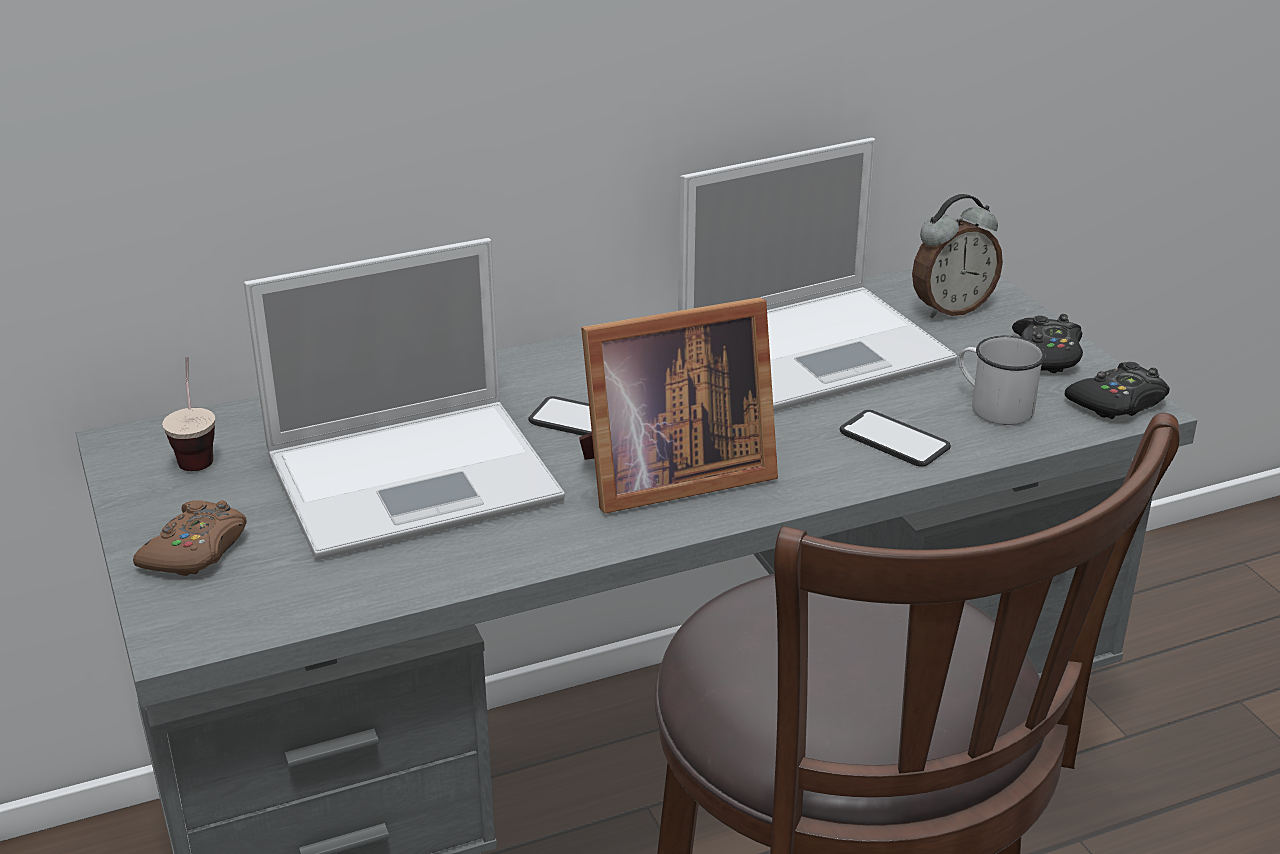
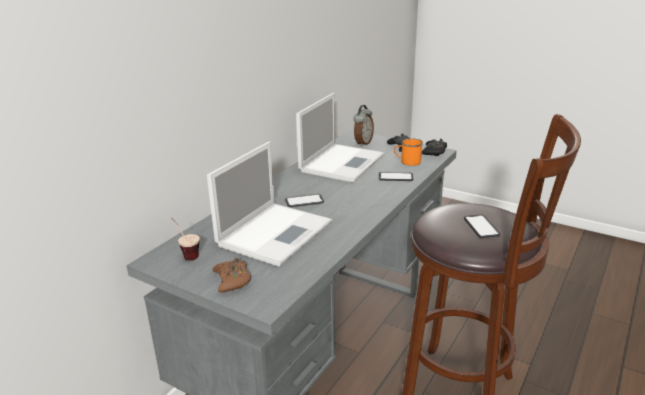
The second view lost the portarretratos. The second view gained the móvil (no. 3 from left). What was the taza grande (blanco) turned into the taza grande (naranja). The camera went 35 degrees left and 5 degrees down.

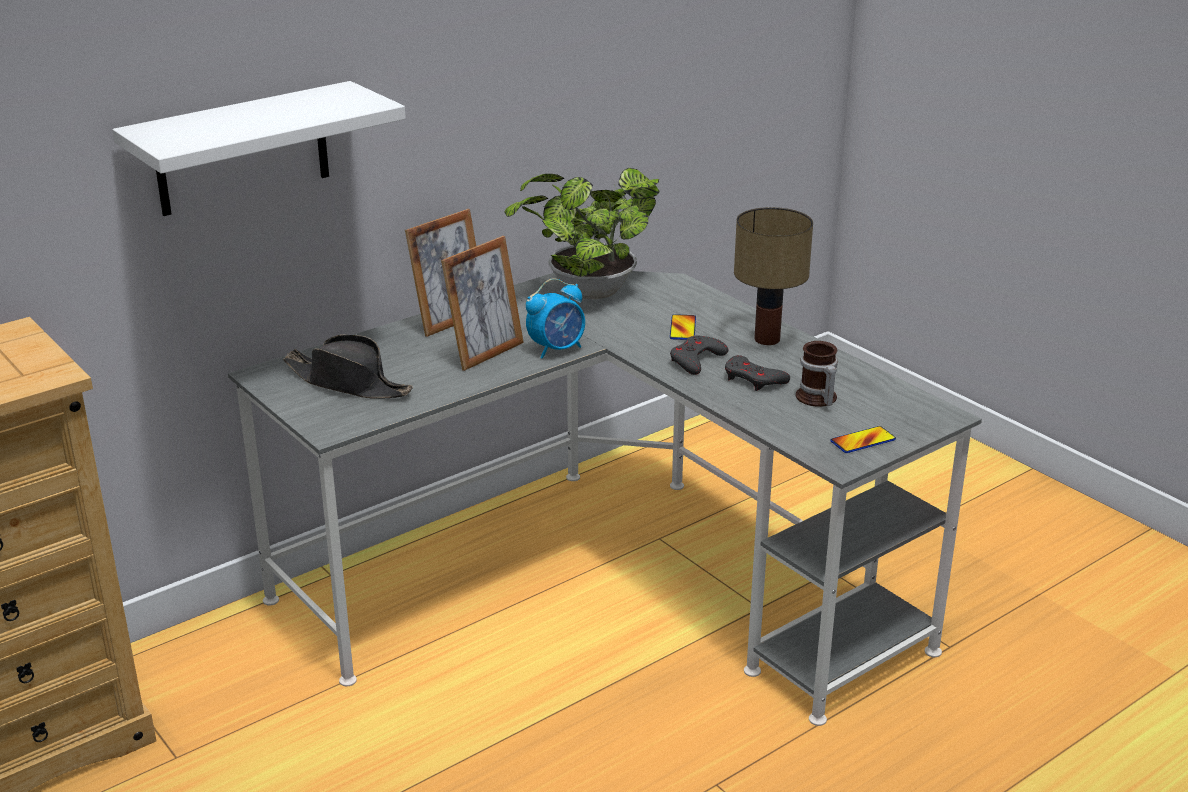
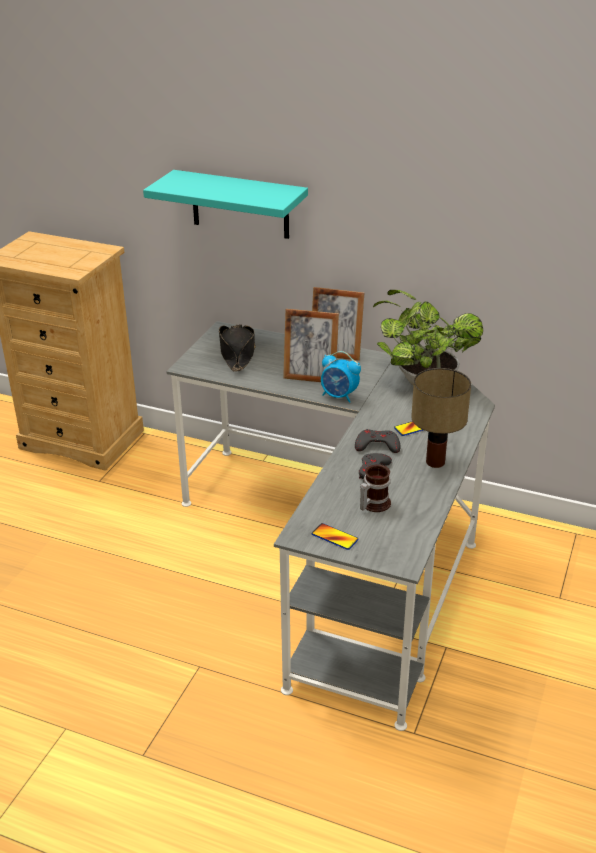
What was the estante (blanco) turned into the estante (turquesa). The camera went 60 degrees right and 5 degrees up.

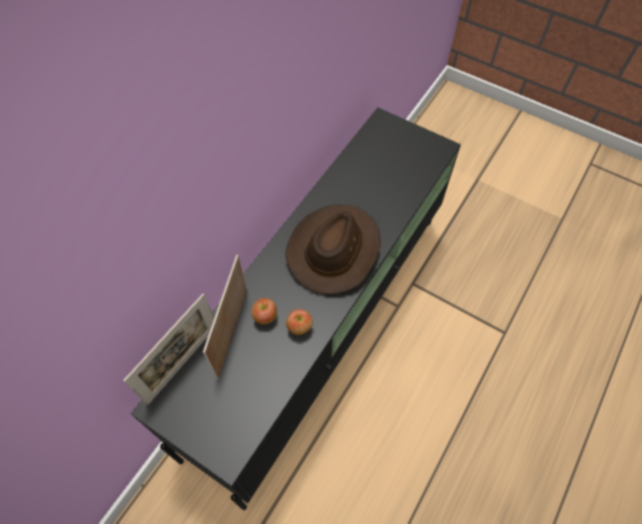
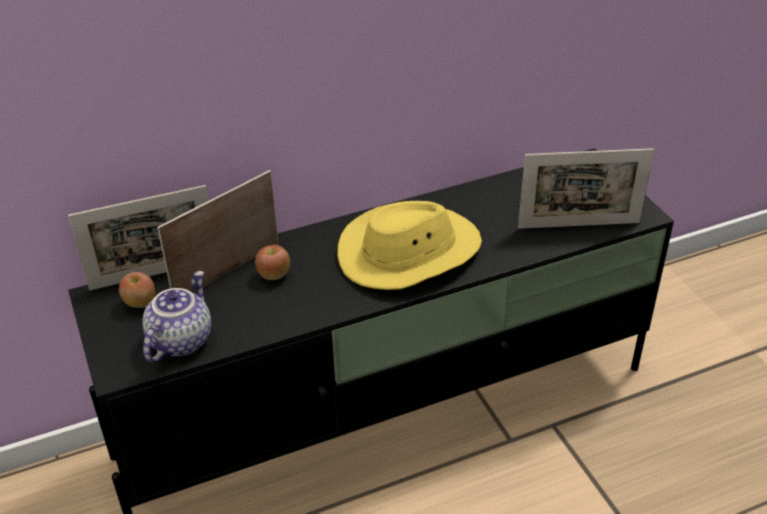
The second view gained the tetera. The second view gained the portarretratos (no. 3 from left). The manzana (no. 2 from left in the first image) ended up elsewhere. What was the sombrero (marrón) turned into the sombrero (amarillo). The camera went 35 degrees right and 20 degrees down.

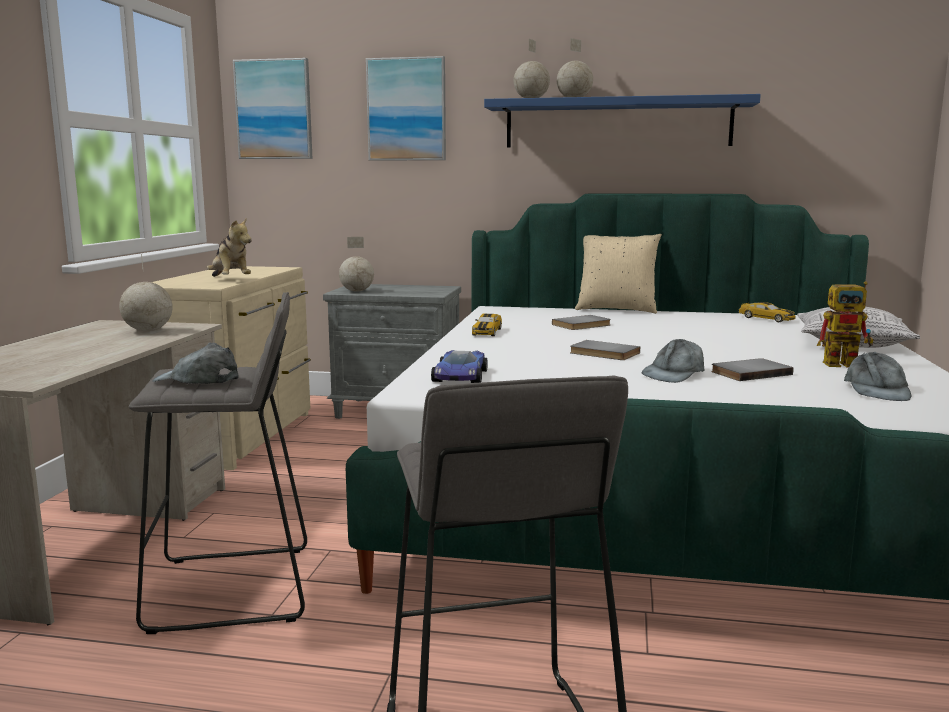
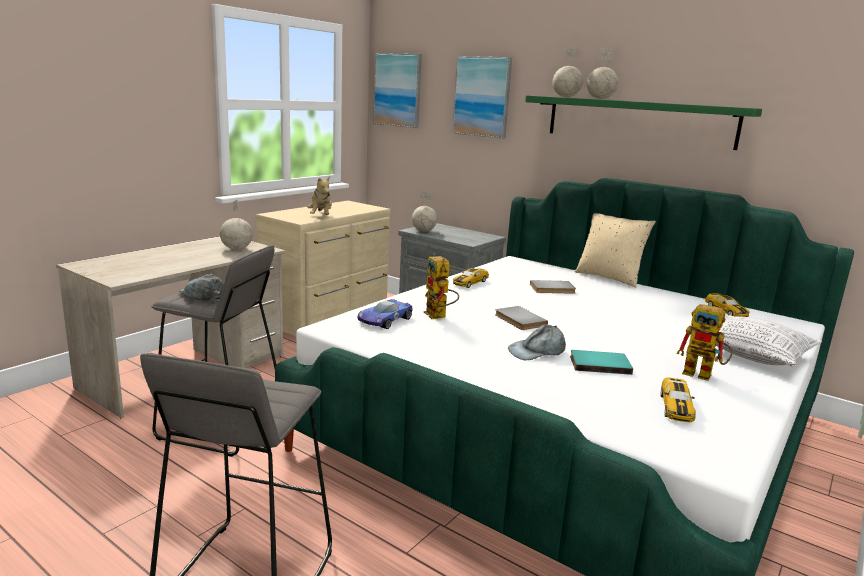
The second view gained the robot de juguete (no. 1 from left). Where the gorra (gris) (no. 3 from left) stood, the coche de juguete (no. 3 from left) came to stand. What was the estante (azul) turned into the estante (verde). What was the libro (gris) (no. 3 from left) turned into the libro (turquesa). The camera went 25 degrees right and 5 degrees up.

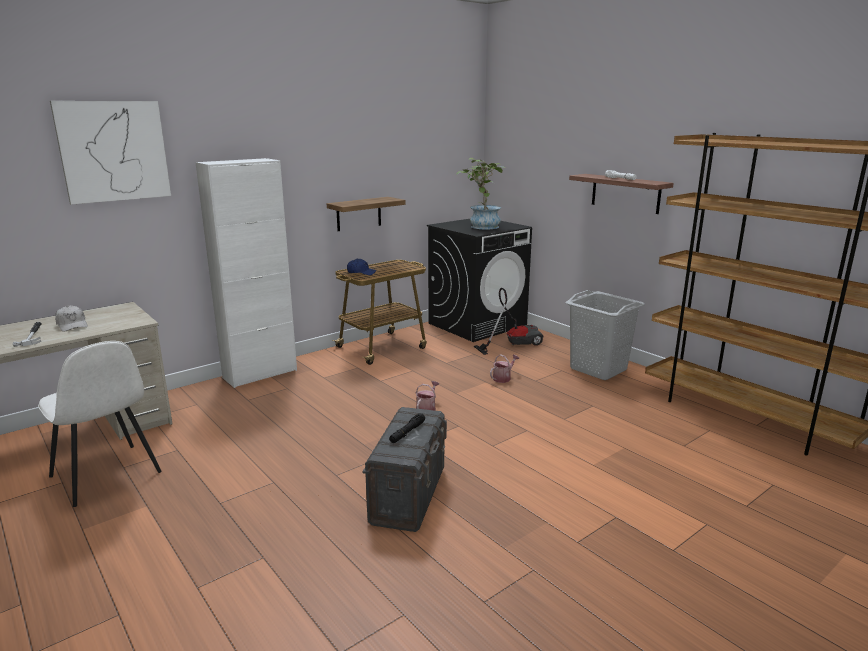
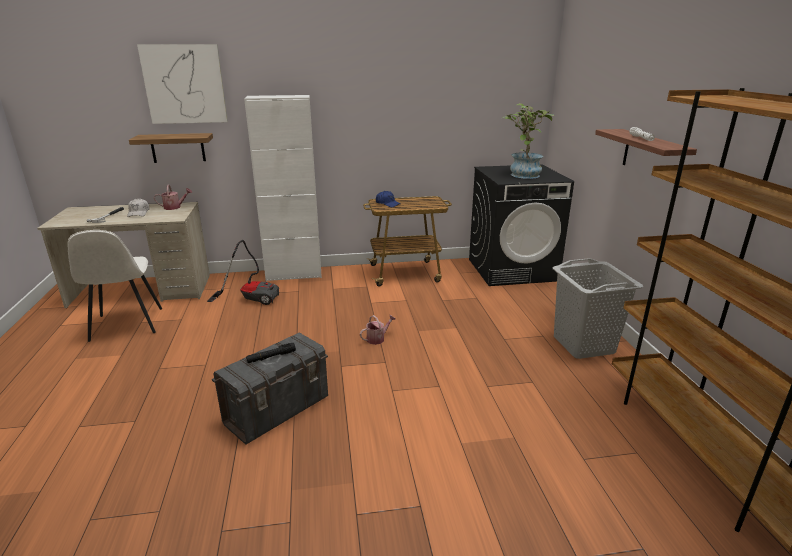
The estante (no. 1 from left) ended up elsewhere. The aspiradora ended up elsewhere. The regadera (no. 2 from left in the first image) ended up elsewhere. The camera went 30 degrees right and 5 degrees up.

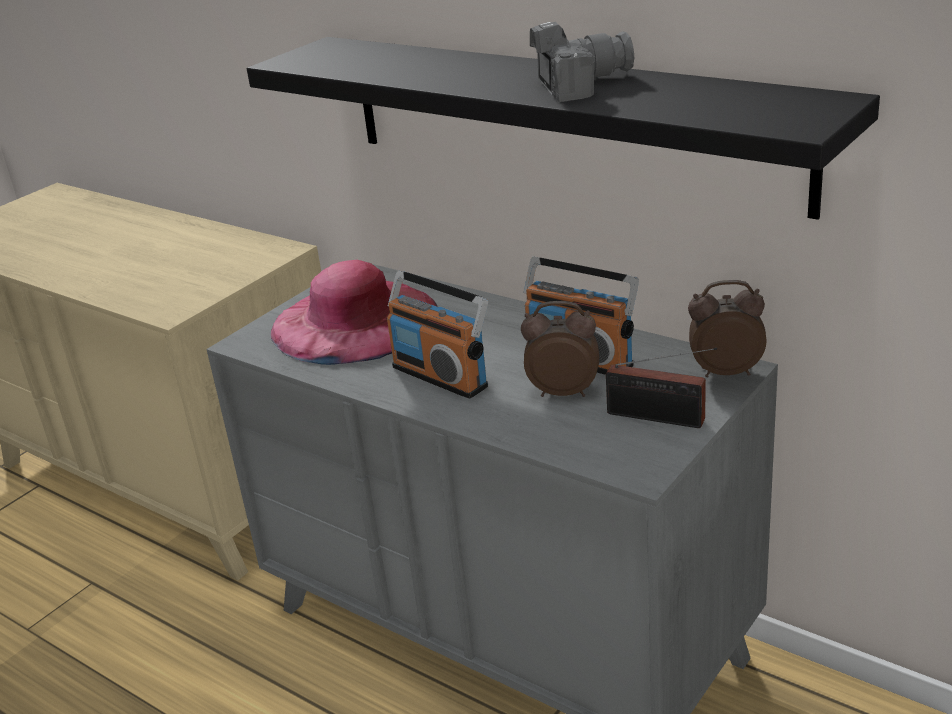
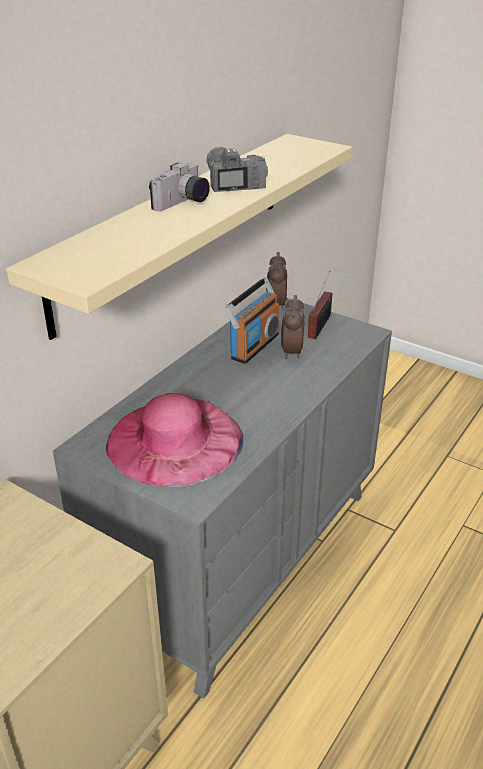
The second view lost the radio (no. 1 from left). The second view gained the cámara (no. 1 from left). What was the estante (negro) turned into the estante (beis). The camera went 95 degrees left and 5 degrees up.

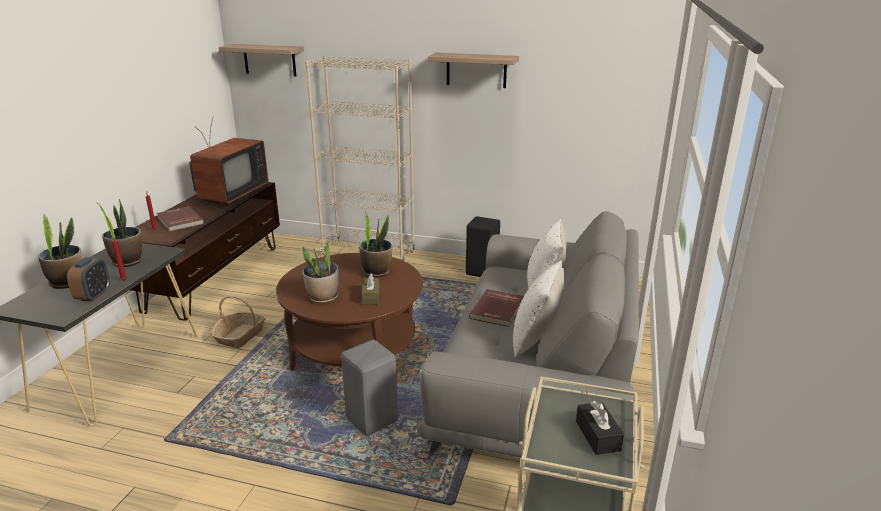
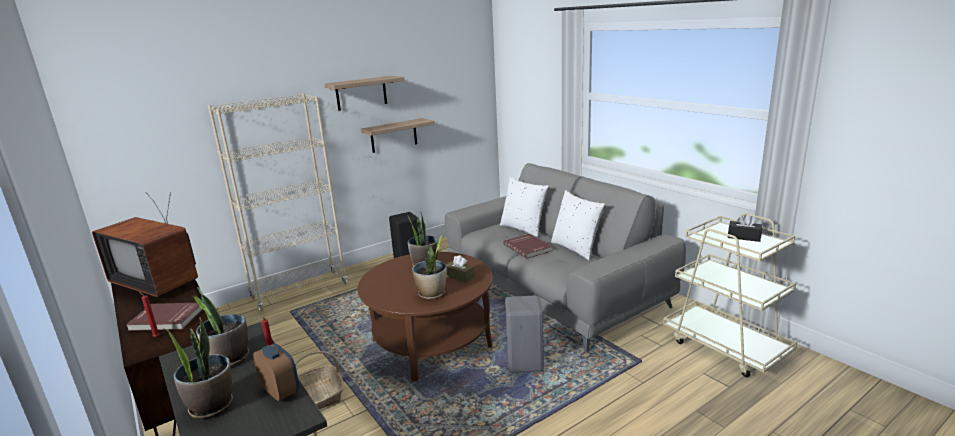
The estante (no. 1 from left in the first image) ended up elsewhere. The televisor ended up facing another way, 150 degrees clockwise from before. The camera went 50 degrees left and 5 degrees down.

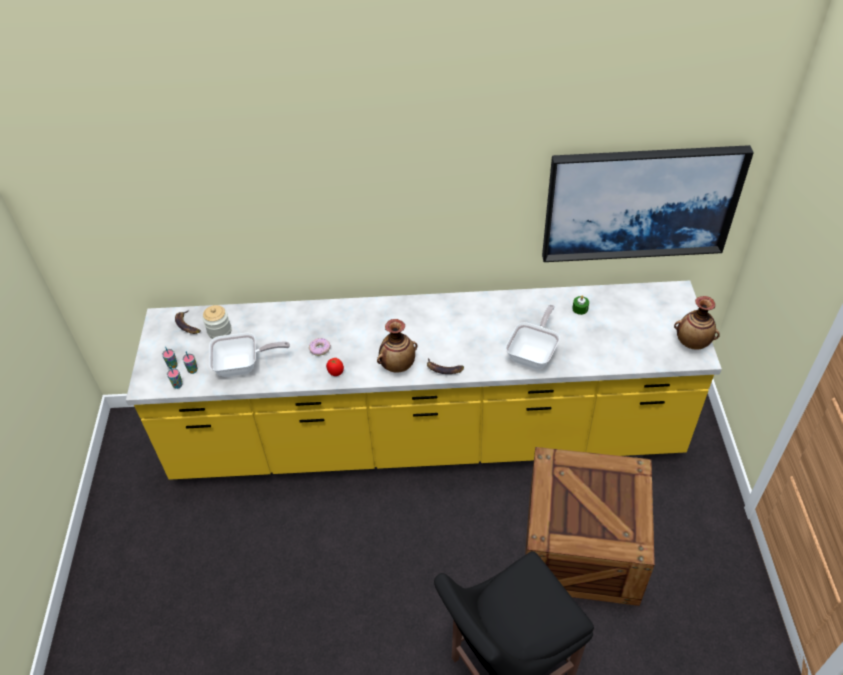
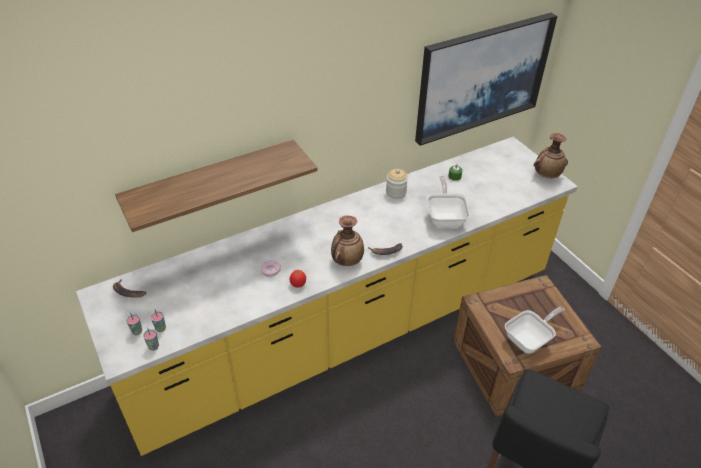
The second view gained the estante. The tarro ended up elsewhere. The sartén (no. 1 from left in the first image) ended up elsewhere. The camera went 30 degrees left and 5 degrees down.

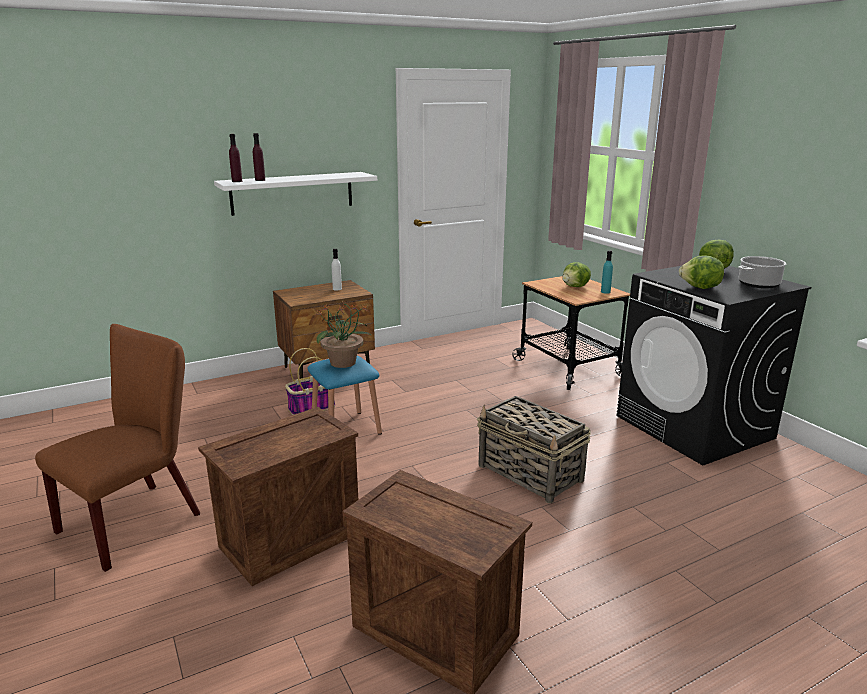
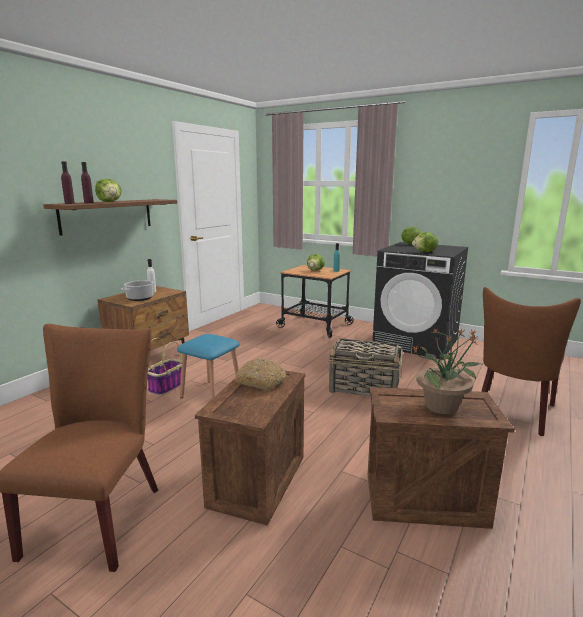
The second view gained the lechuga (no. 1 from left). The second view gained the pan. The second view gained the silla (marrón) (no. 2 from left). The planta en maceta ended up elsewhere. The olla ended up elsewhere. What was the estante (blanco) turned into the estante (marrón). The camera went 30 degrees left and 5 degrees down.

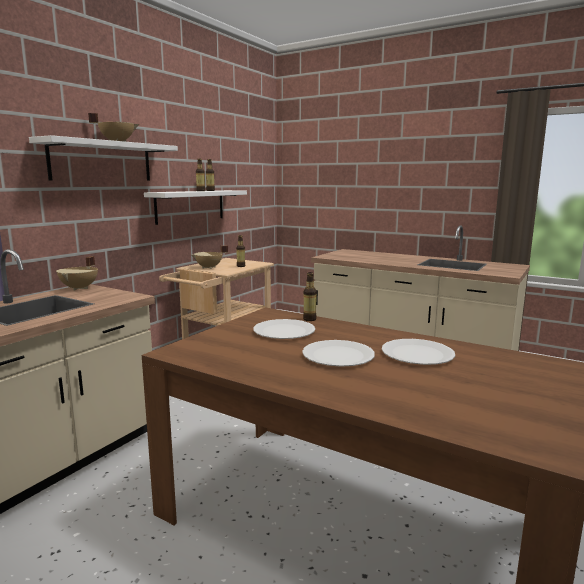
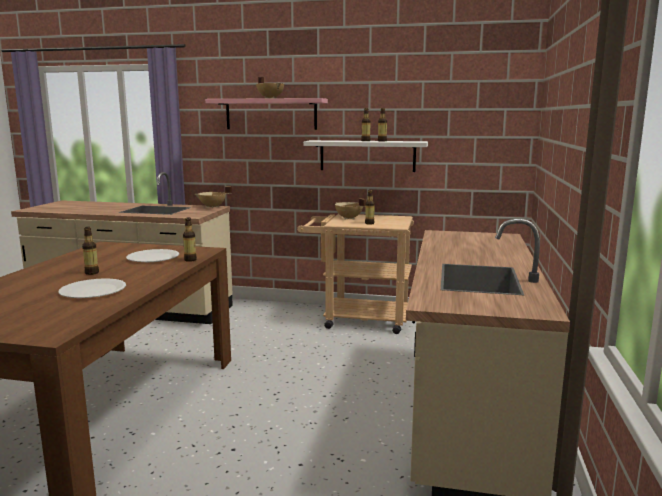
Where the plato (blanco) (no. 2 from left) stood, the botella (no. 1 from left) came to stand. What was the estante (blanco) (no. 1 from left) turned into the estante (rosa). The camera went 70 degrees right and 0 degrees up.

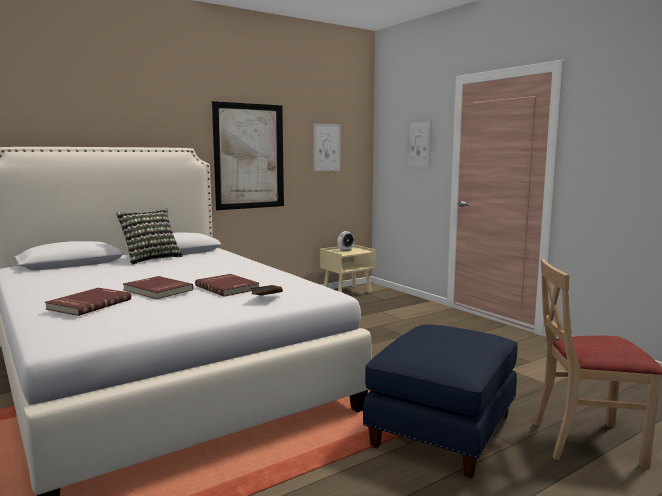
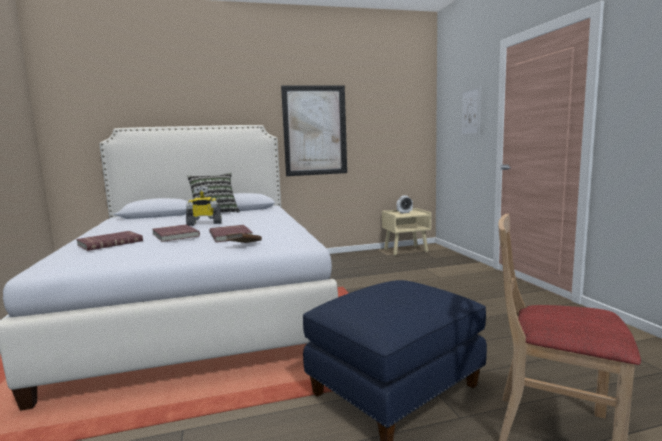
The second view lost the cuadro (no. 2 from left). The second view gained the robot de juguete. The camera went 20 degrees right and 0 degrees up.

